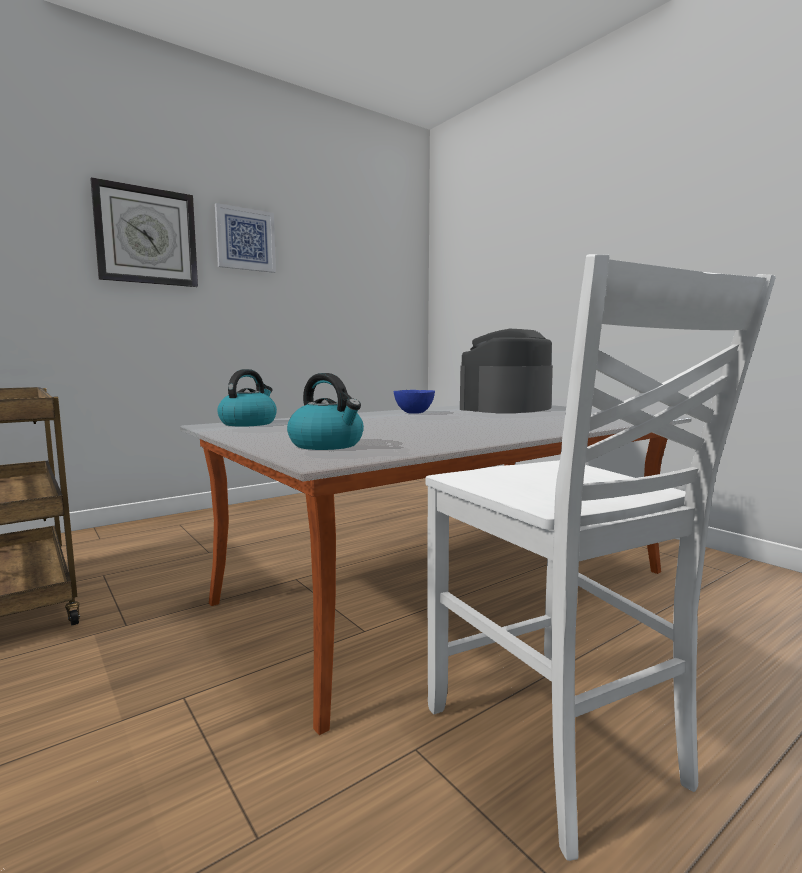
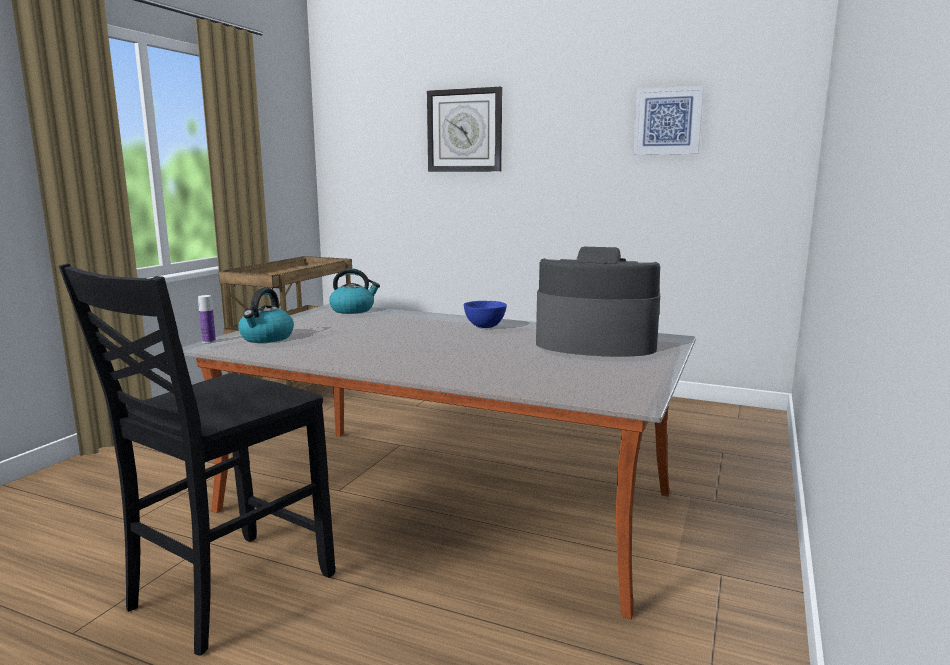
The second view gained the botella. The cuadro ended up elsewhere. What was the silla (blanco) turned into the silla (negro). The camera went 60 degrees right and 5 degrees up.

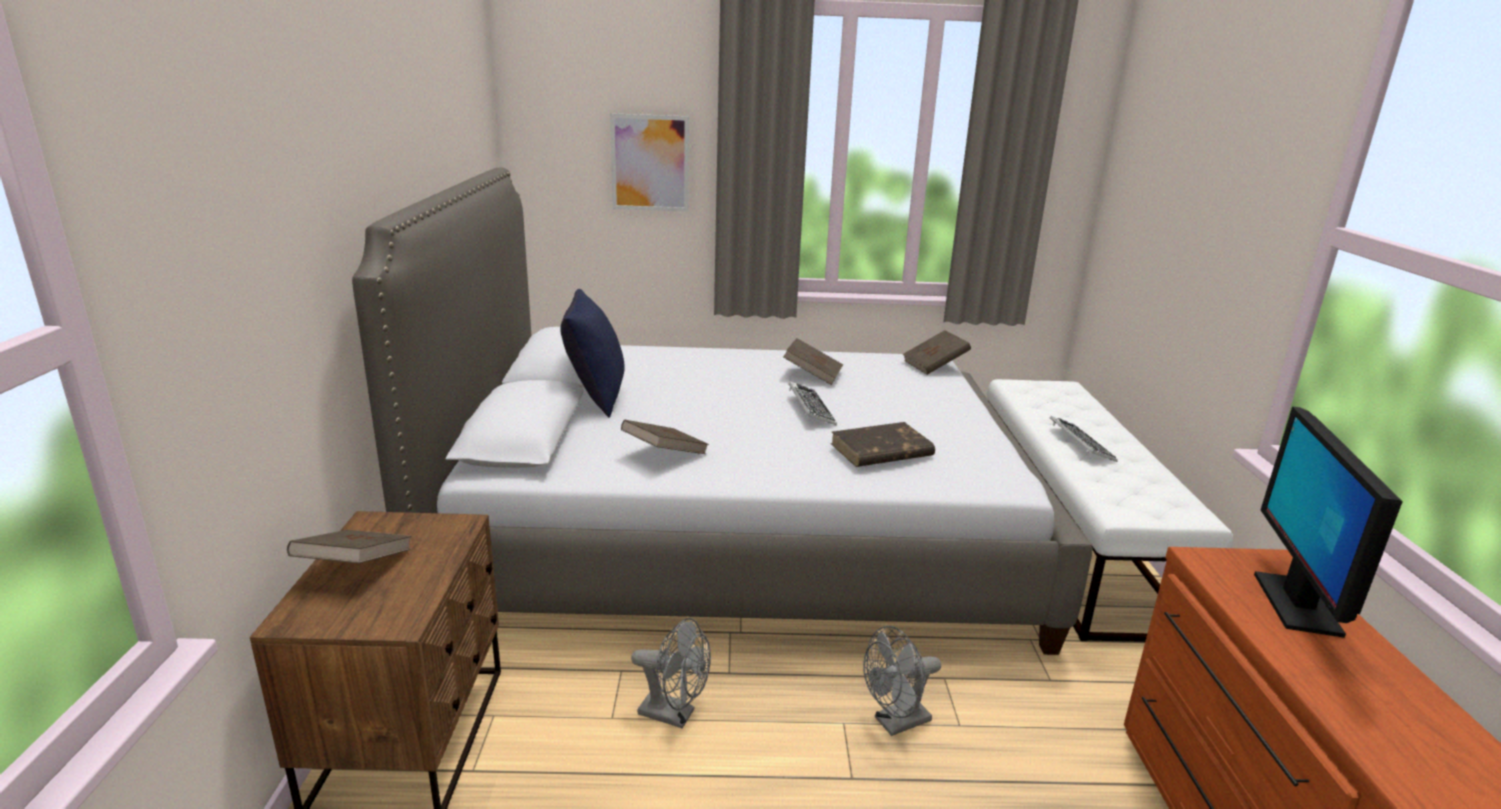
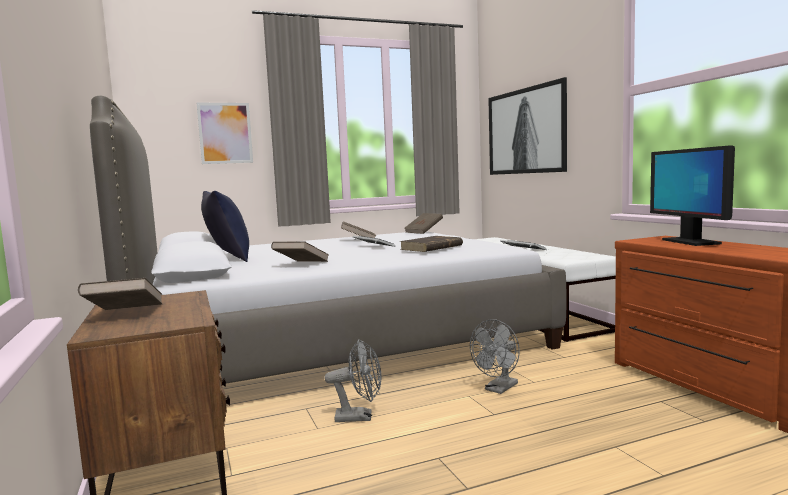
The second view gained the cuadro (no. 2 from left). The camera went 20 degrees left and 15 degrees down.

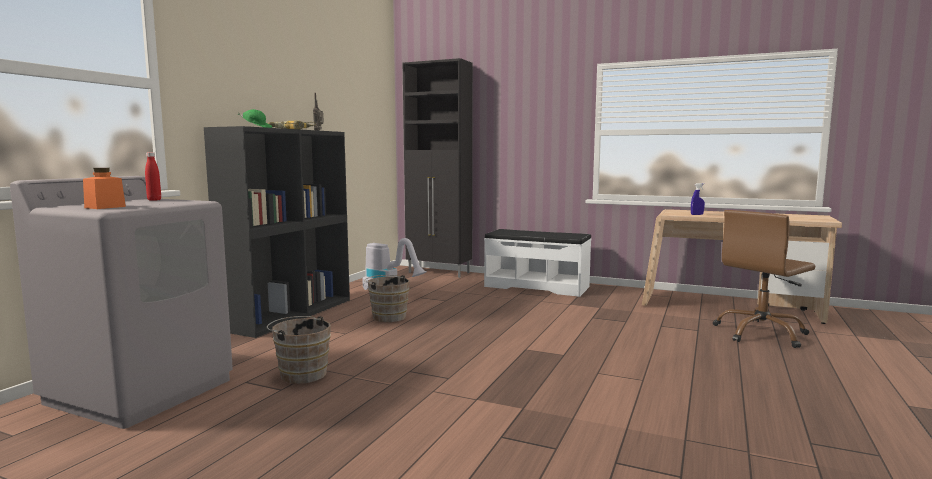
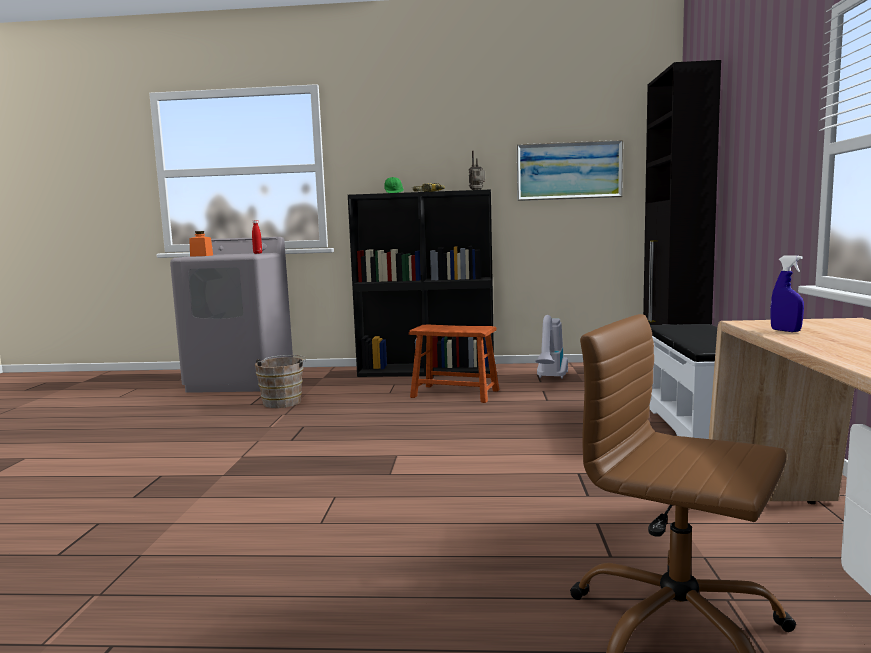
The second view gained the cuadro. Where the cubo (marrón) (no. 2 from left) stood, the taburete (marrón) came to stand. The camera went 70 degrees right and 0 degrees up.

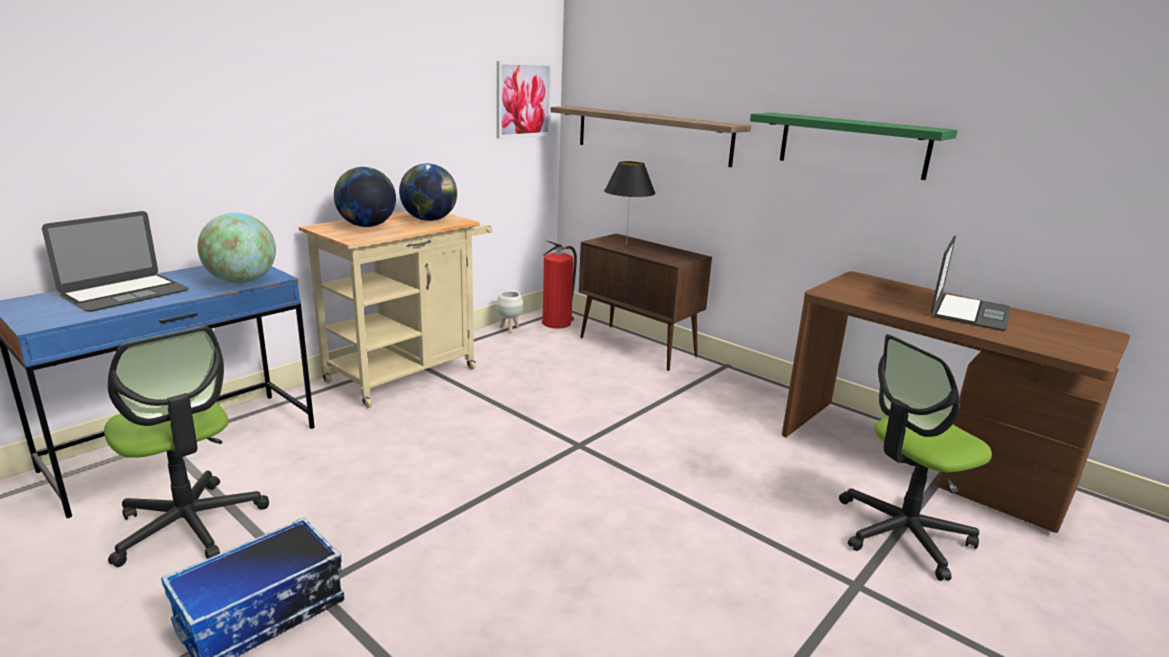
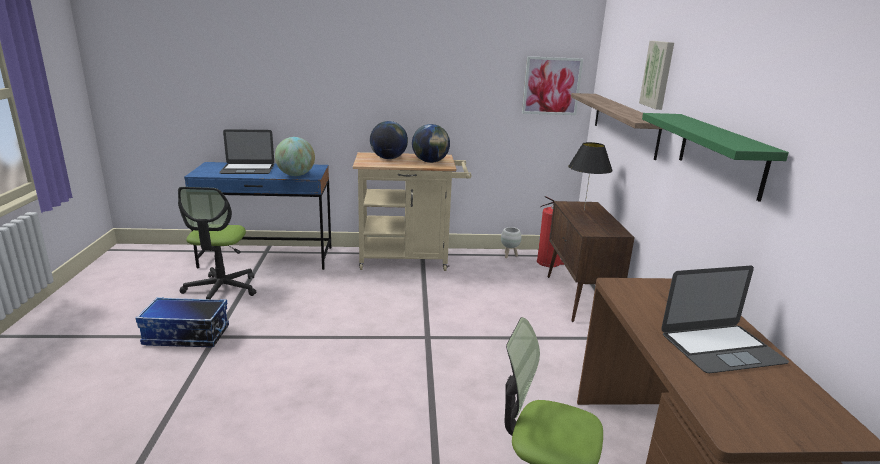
The second view gained the cuadro (no. 2 from left). The camera went 45 degrees right and 0 degrees up.

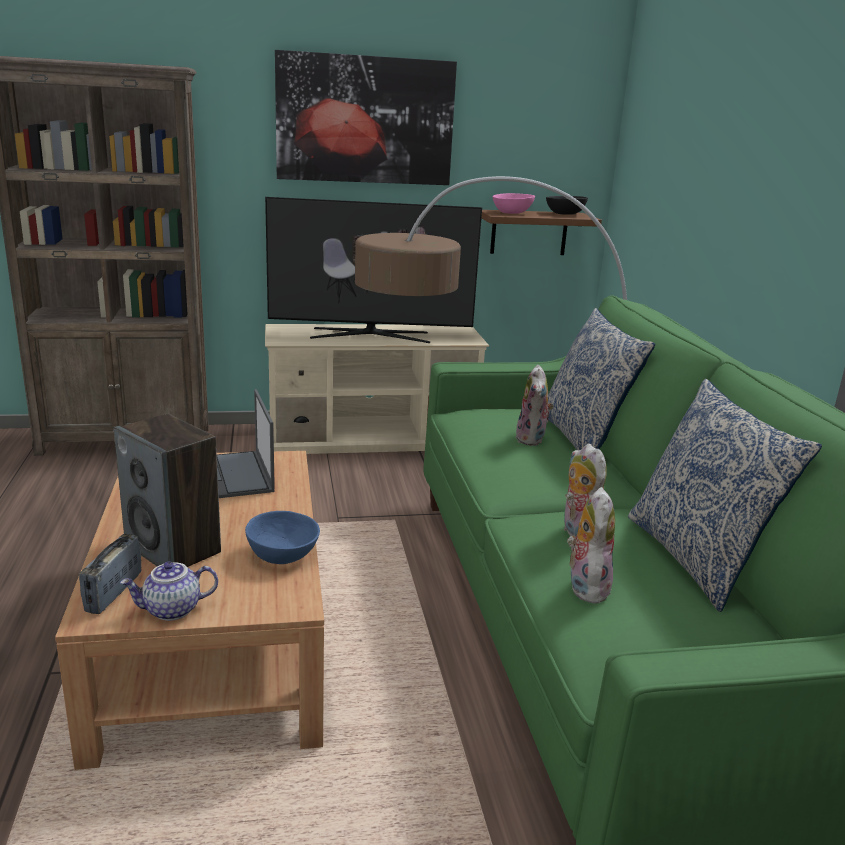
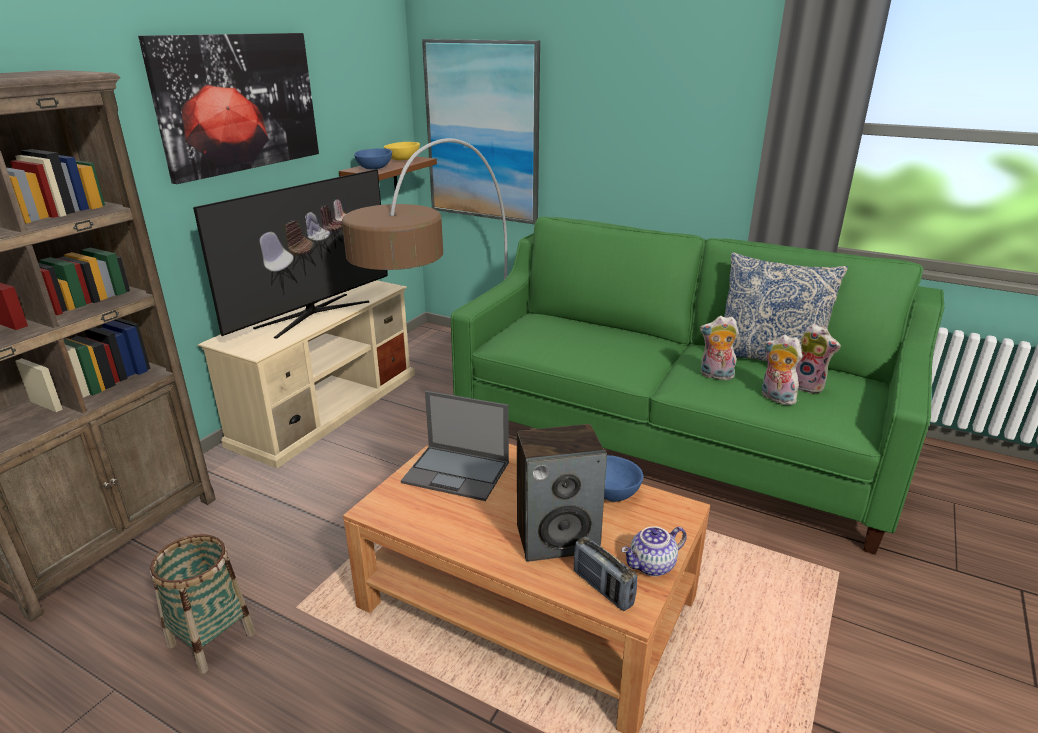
The second view lost the cojín (no. 1 from left). The second view gained the cesta. The second view gained the cuadro (no. 2 from left). The peluche (no. 1 from left in the first image) ended up elsewhere. What was the cuenco (rosa) turned into the cuenco (azul) (no. 1 from left). What was the cuenco (negro) turned into the cuenco (amarillo). The tetera ended up facing another way, 45 degrees clockwise from before. The camera went 50 degrees left and 5 degrees up.

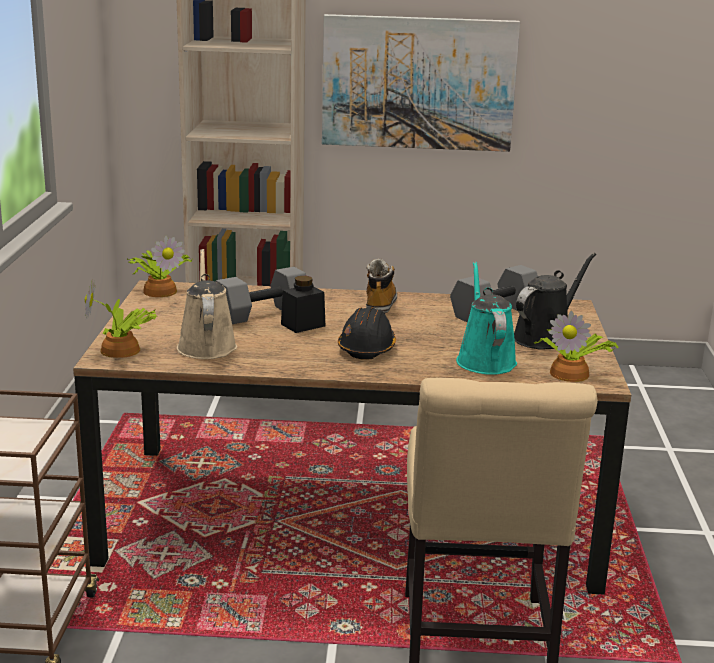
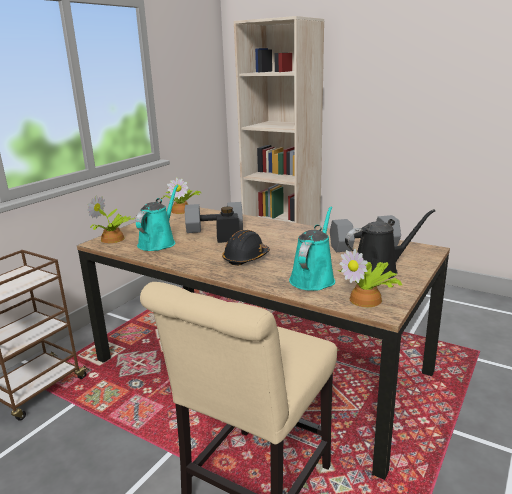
The second view lost the cuadro. The second view lost the bota. What was the regadera (beis) turned into the regadera (turquesa) (no. 1 from left). The camera went 30 degrees right and 0 degrees up.

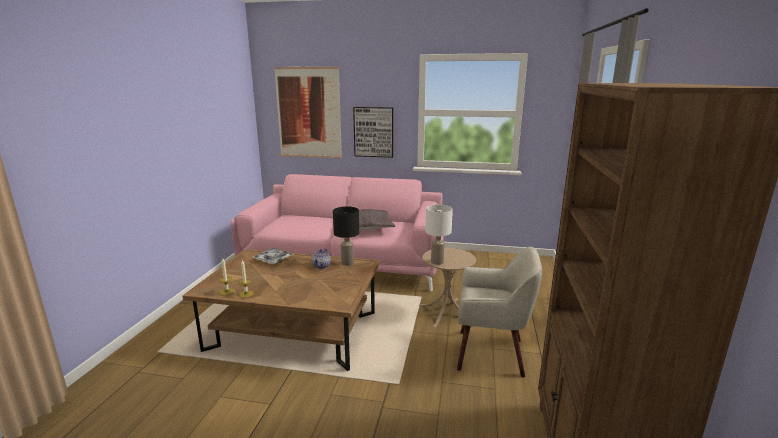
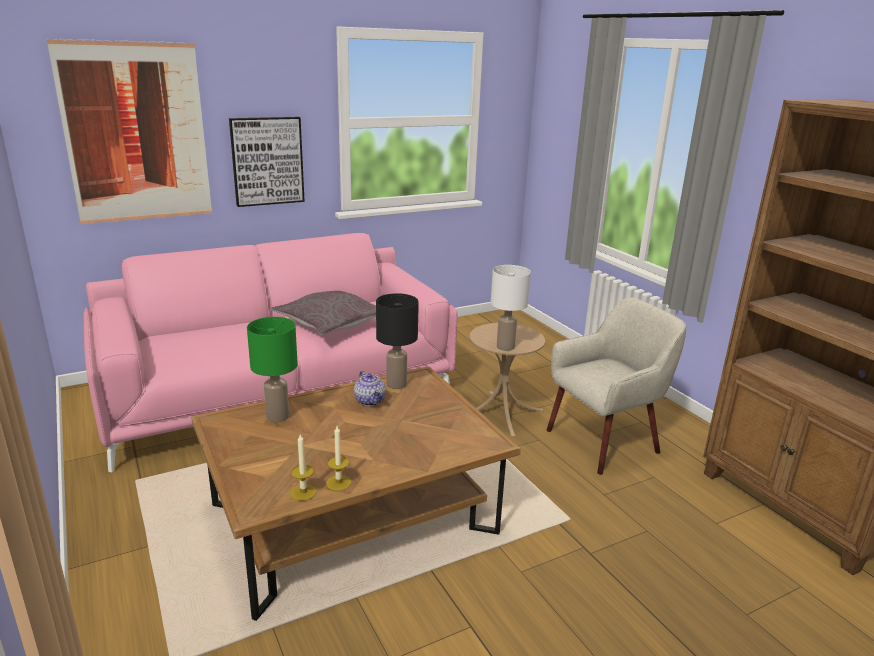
Where the bandeja stood, the lámpara de mesa (verde) came to stand. The camera went 40 degrees left and 5 degrees up.

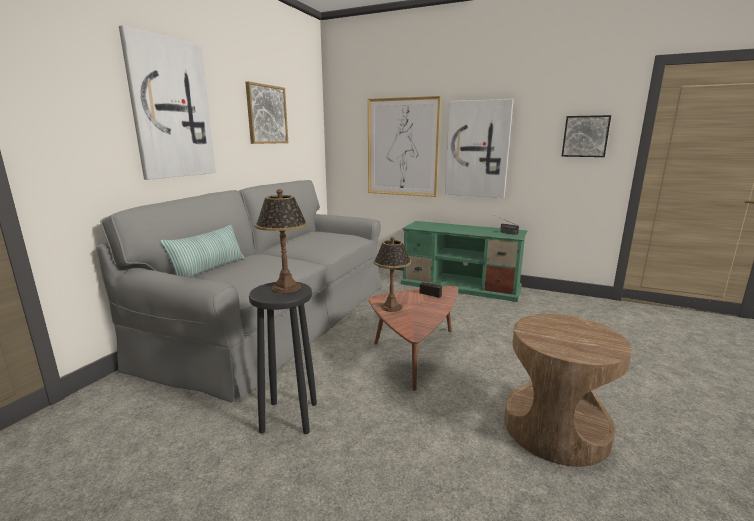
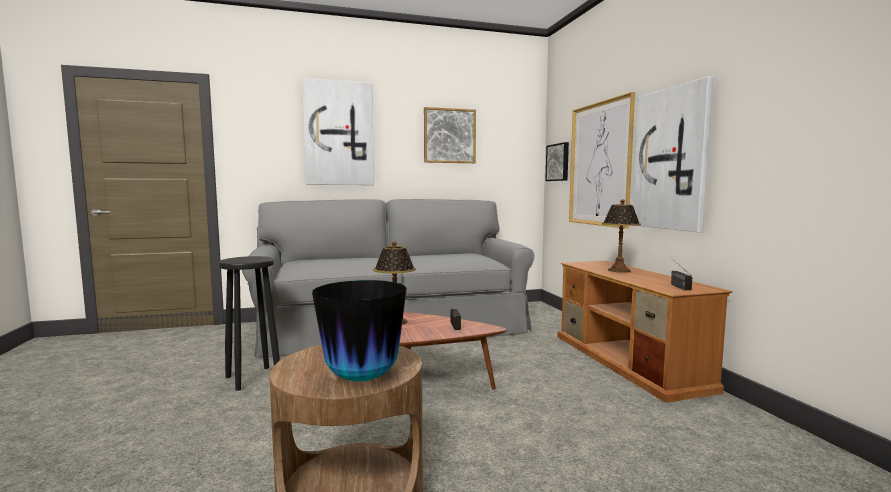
The second view lost the cojín. The second view gained the florero. The lámpara de mesa (no. 1 from left in the first image) ended up elsewhere. The cuadro (no. 5 from left in the first image) ended up elsewhere. What was the mueble de televisión (verde) turned into the mueble de televisión (marrón). The camera went 50 degrees right and 10 degrees down.

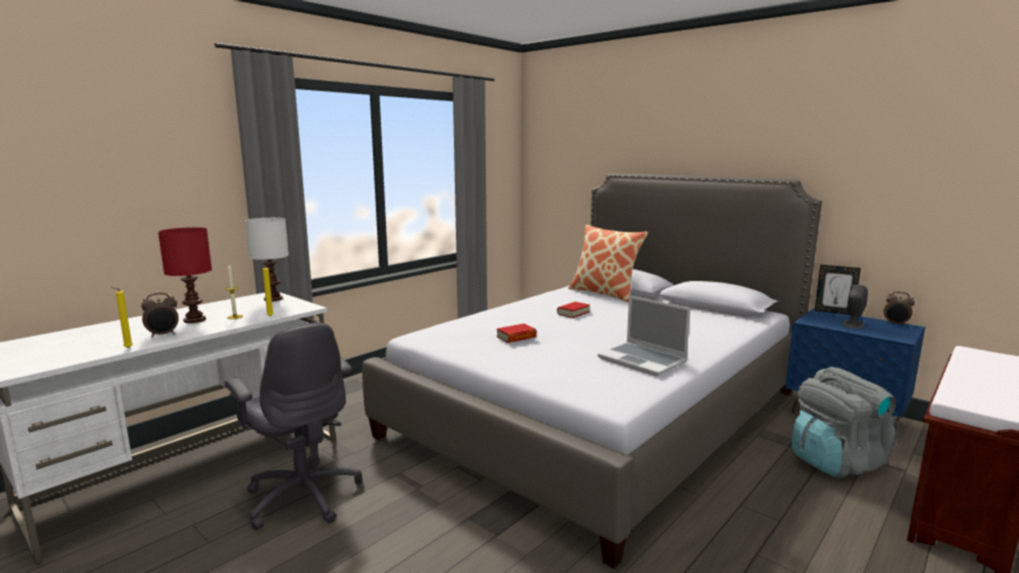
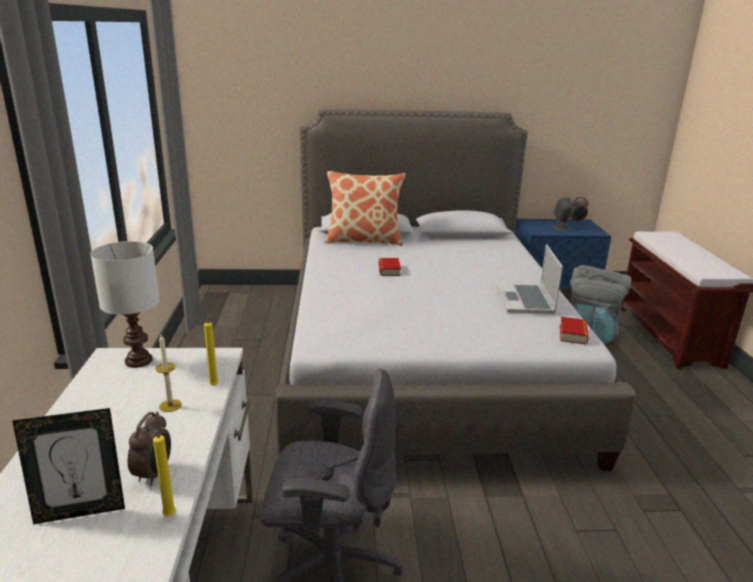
The second view lost the lámpara de mesa (rojo). The libro (no. 1 from left in the first image) ended up elsewhere. The portarretratos ended up elsewhere. The portátil ended up facing another way, 90 degrees clockwise from before. The camera went 45 degrees left and 10 degrees up.

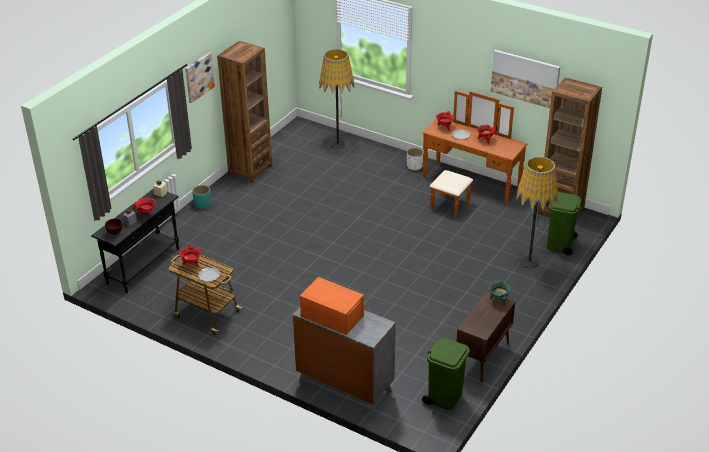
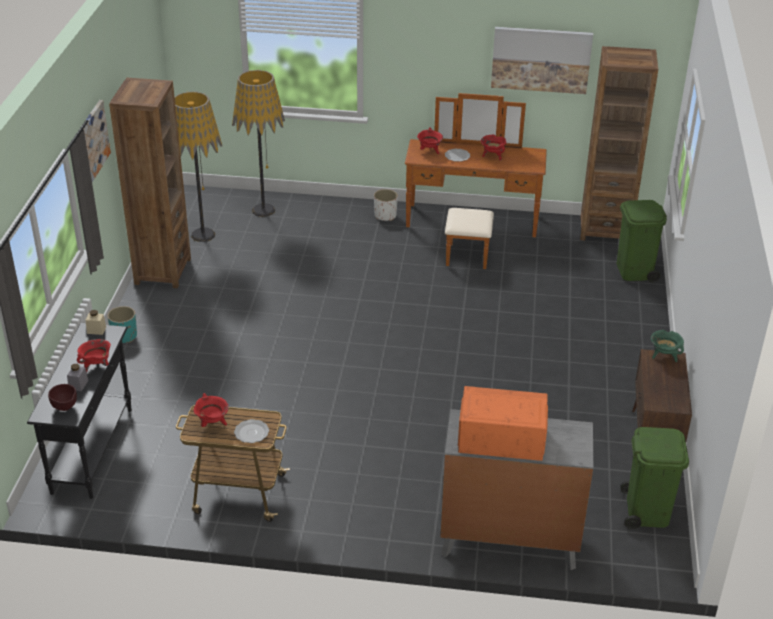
The lámpara de pie (no. 2 from left in the first image) ended up elsewhere. The camera went 25 degrees left and 0 degrees up.

